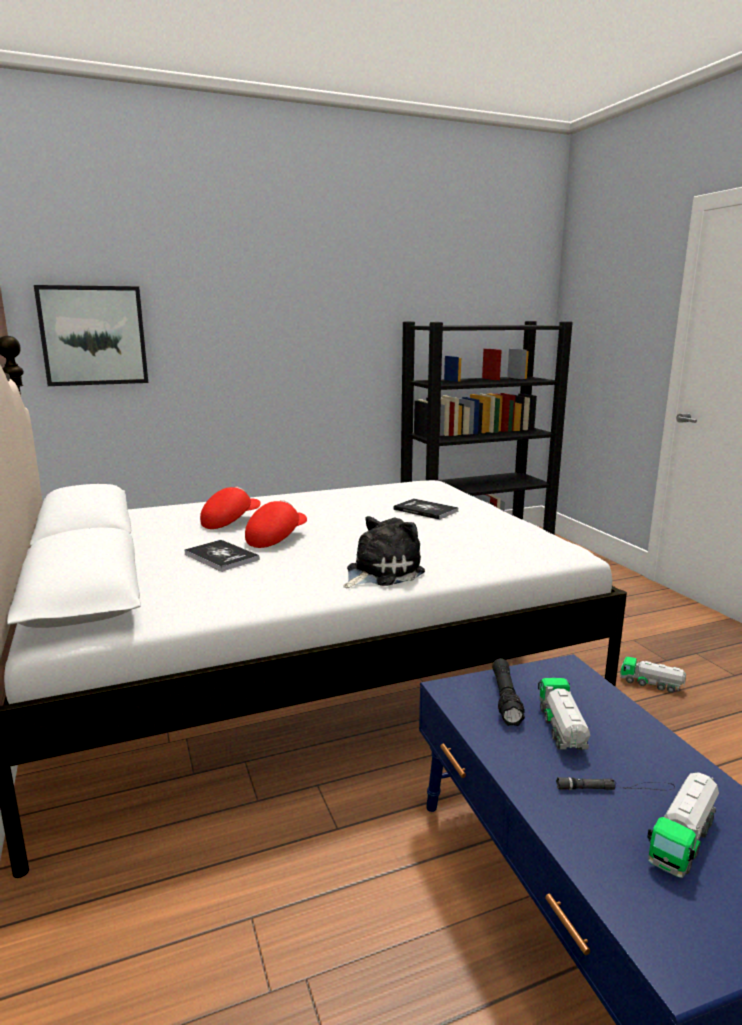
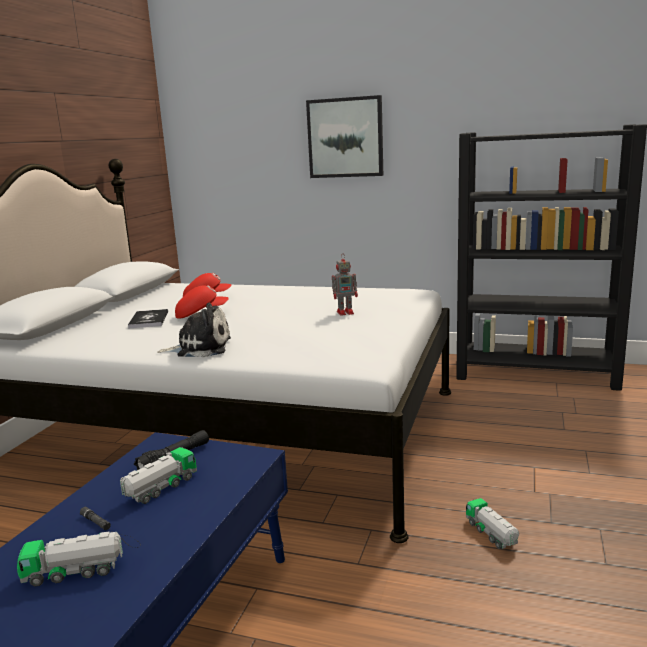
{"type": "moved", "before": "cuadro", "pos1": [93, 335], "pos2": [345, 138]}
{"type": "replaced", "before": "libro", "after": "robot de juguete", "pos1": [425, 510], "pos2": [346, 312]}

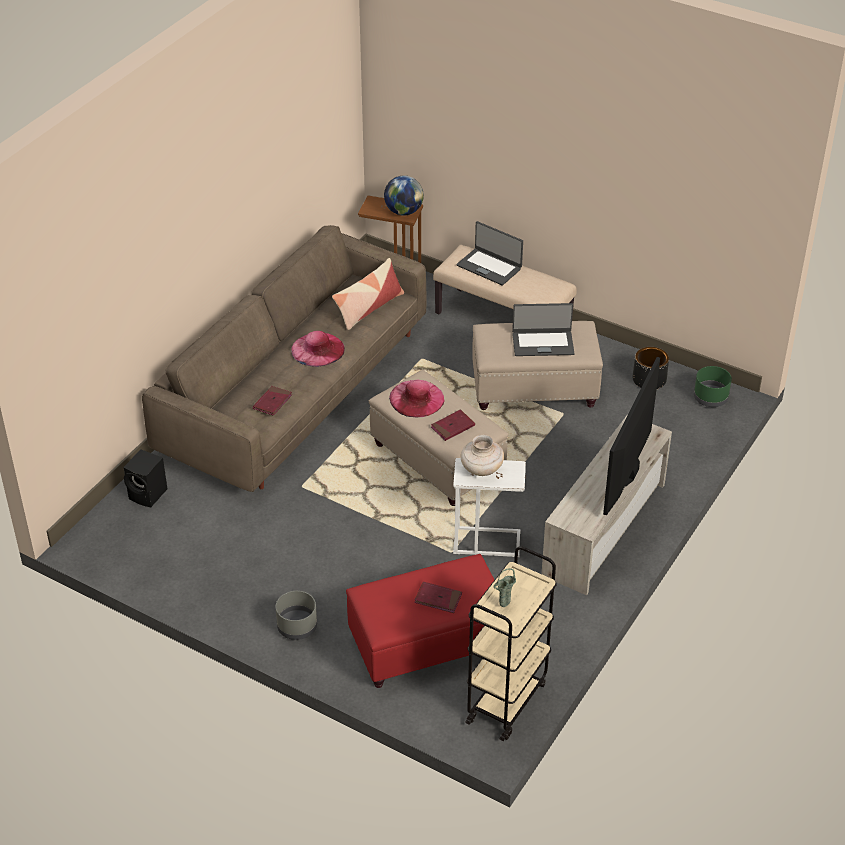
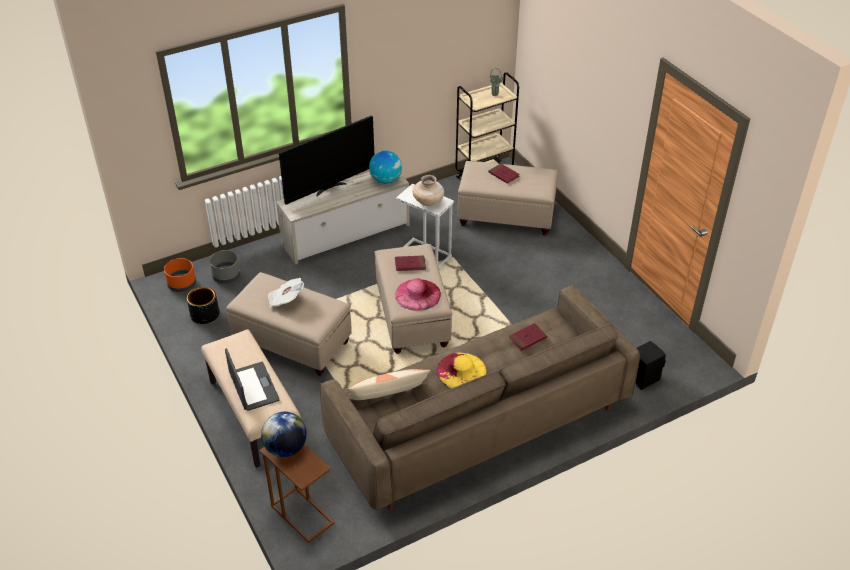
{"type": "moved", "before": "maceta [gris]", "pos1": [296, 627], "pos2": [226, 276]}
{"type": "recoloured", "before": "sombrero [rosa]", "after": "sombrero [amarillo]", "pos1": [317, 349], "pos2": [461, 371]}
{"type": "recoloured", "before": "puf [rojo]", "after": "puf [beis]", "pos1": [428, 644], "pos2": [505, 216]}
{"type": "replaced", "before": "portátil", "after": "periódico", "pos1": [542, 343], "pos2": [285, 300]}
{"type": "recoloured", "before": "maceta [verde]", "after": "maceta [naranja]", "pos1": [711, 398], "pos2": [182, 284]}
{"type": "added", "after": "globo terráqueo", "pos2": [385, 180]}

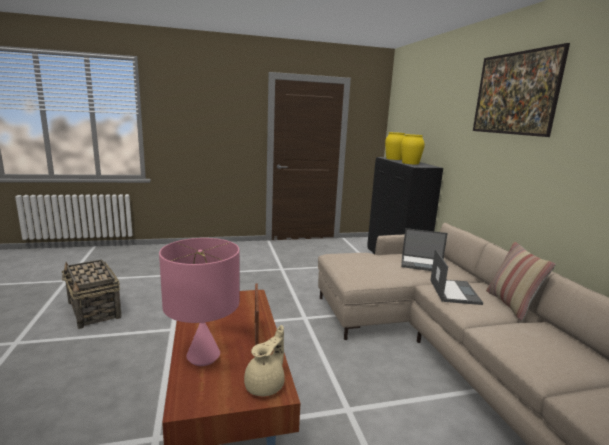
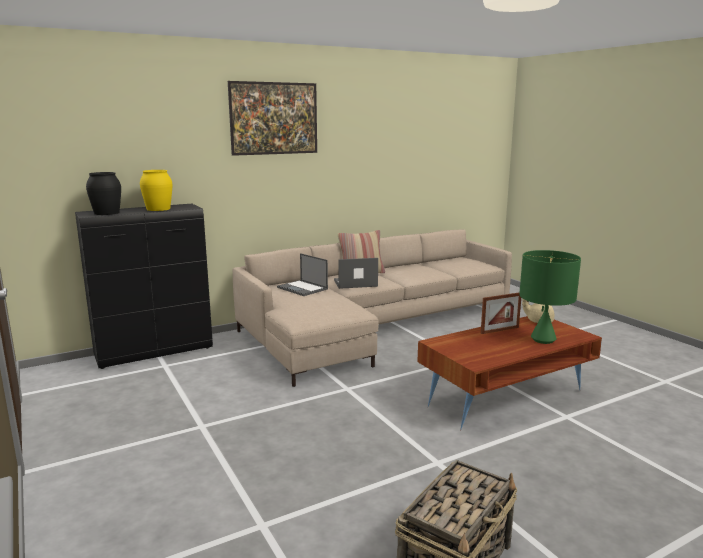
{"type": "recoloured", "before": "lámpara de mesa [rosa]", "after": "lámpara de mesa [verde]", "pos1": [203, 358], "pos2": [543, 340]}
{"type": "recoloured", "before": "florero [amarillo]", "after": "florero [negro]", "pos1": [393, 159], "pos2": [106, 213]}
{"type": "turned", "before": "portátil", "pos1": [423, 264], "pos2": [303, 288], "turn": 135}

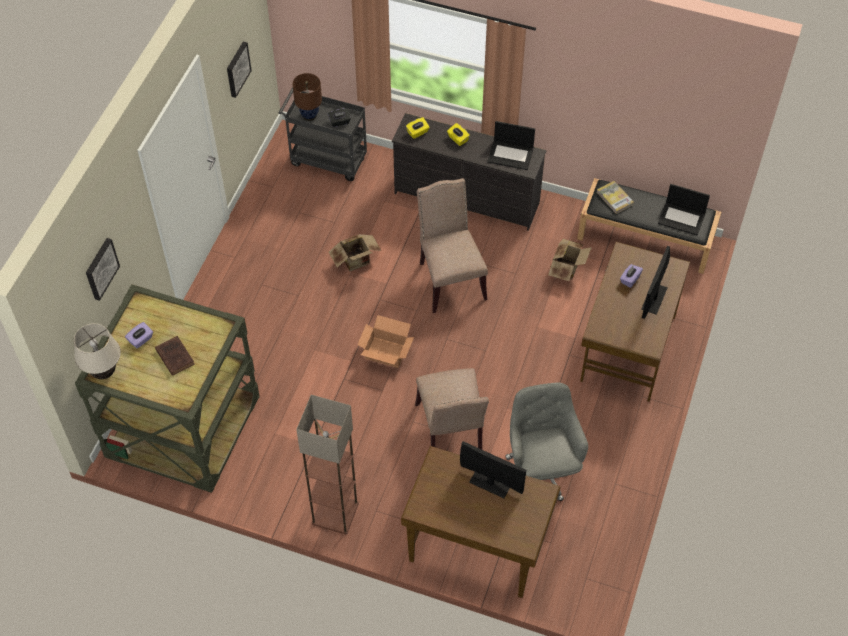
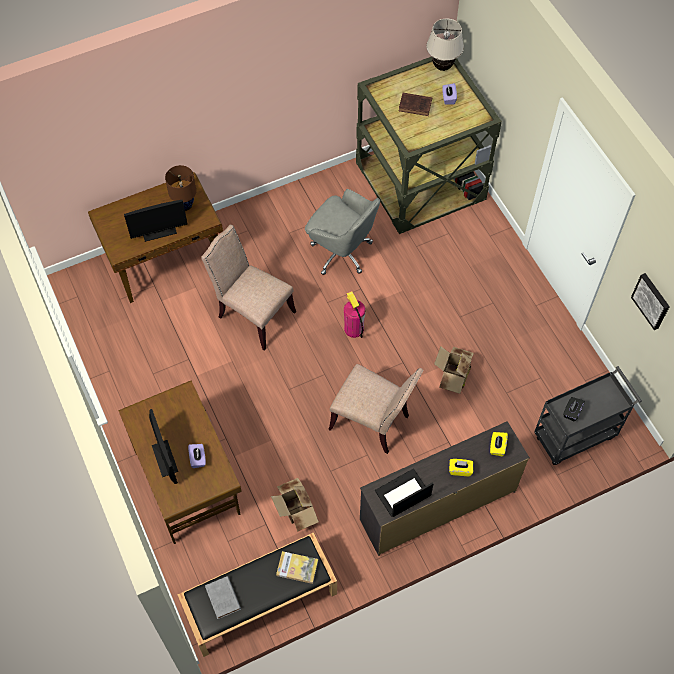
{"type": "removed", "before": "cuadro", "pos1": [100, 268]}
{"type": "moved", "before": "lámpara de mesa [marrón]", "pos1": [309, 115], "pos2": [185, 205]}
{"type": "removed", "before": "lámpara de pie", "pos1": [334, 514]}
{"type": "replaced", "before": "caja de cartón", "after": "extintor", "pos1": [386, 353], "pos2": [354, 329]}
{"type": "moved", "before": "silla de oficina [gris]", "pos1": [542, 471], "pos2": [341, 252]}
{"type": "replaced", "before": "portátil", "after": "libro [gris]", "pos1": [682, 218], "pos2": [223, 599]}

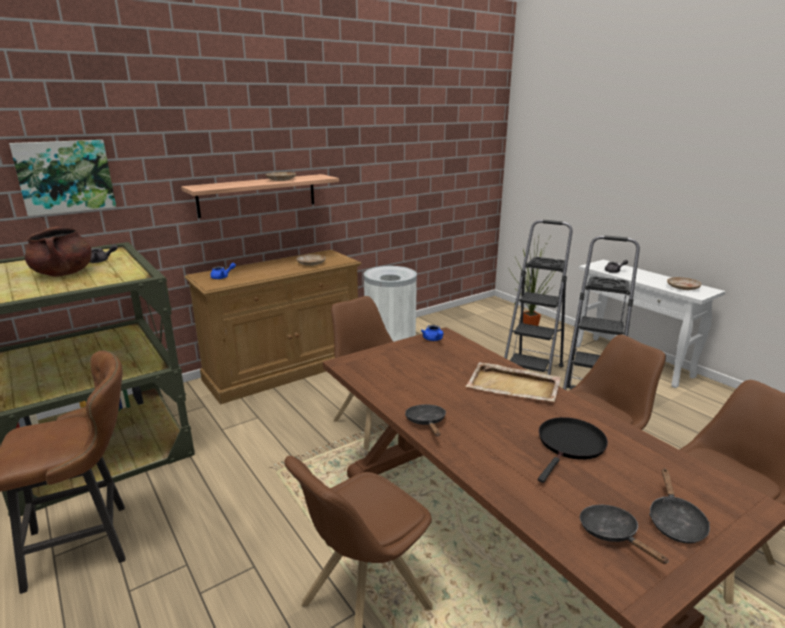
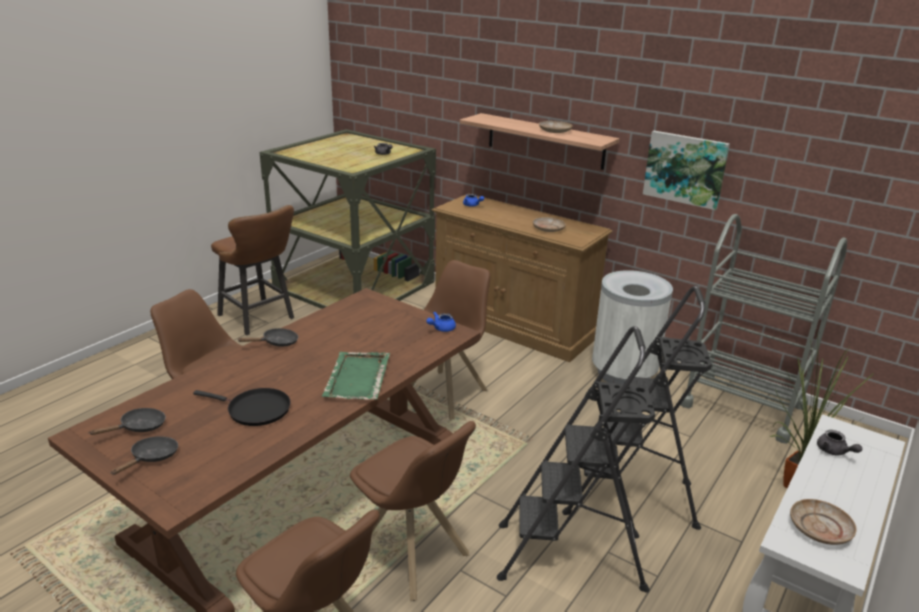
{"type": "moved", "before": "cuadro", "pos1": [65, 176], "pos2": [685, 169]}
{"type": "removed", "before": "olla [marrón]", "pos1": [63, 273]}
{"type": "recoloured", "before": "bandeja [beis]", "after": "bandeja [verde]", "pos1": [514, 385], "pos2": [357, 378]}
{"type": "turned", "before": "sartén [negro]", "pos1": [674, 521], "pos2": [152, 458], "turn": 120}
{"type": "added", "after": "carrito [gris]", "pos2": [742, 405]}

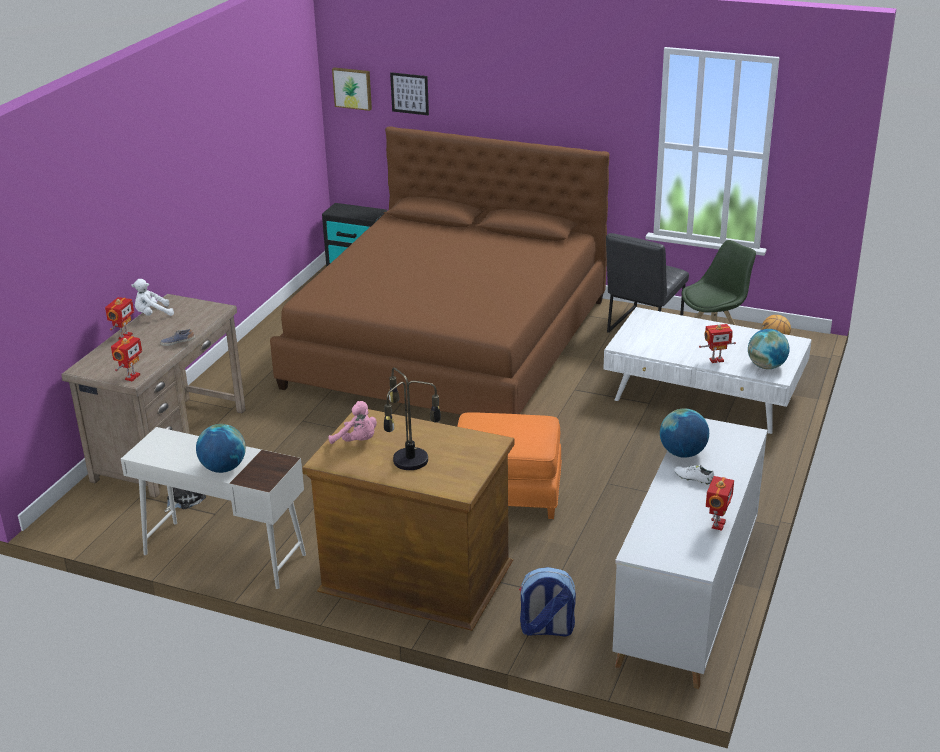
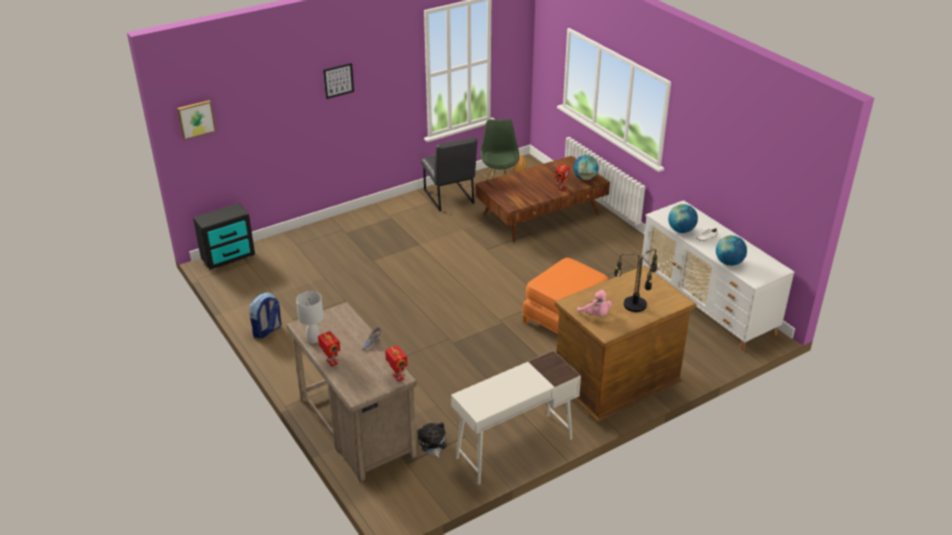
{"type": "replaced", "before": "peluche [blanco]", "after": "lámpara de mesa [blanco]", "pos1": [152, 314], "pos2": [313, 340]}
{"type": "moved", "before": "globo terráqueo", "pos1": [223, 468], "pos2": [729, 263]}
{"type": "removed", "before": "cama [marrón]", "pos1": [449, 342]}
{"type": "turned", "before": "peluche [rosa]", "pos1": [357, 441], "pos2": [596, 315], "turn": 75}
{"type": "moved", "before": "cuadro", "pos1": [409, 93], "pos2": [338, 80]}
{"type": "moved", "before": "mochila", "pos1": [546, 629], "pos2": [267, 331]}
{"type": "recoloured", "before": "mesa de centro [blanco]", "after": "mesa de centro [marrón]", "pos1": [704, 394], "pos2": [541, 214]}
{"type": "removed", "before": "robot de juguete", "pos1": [717, 524]}

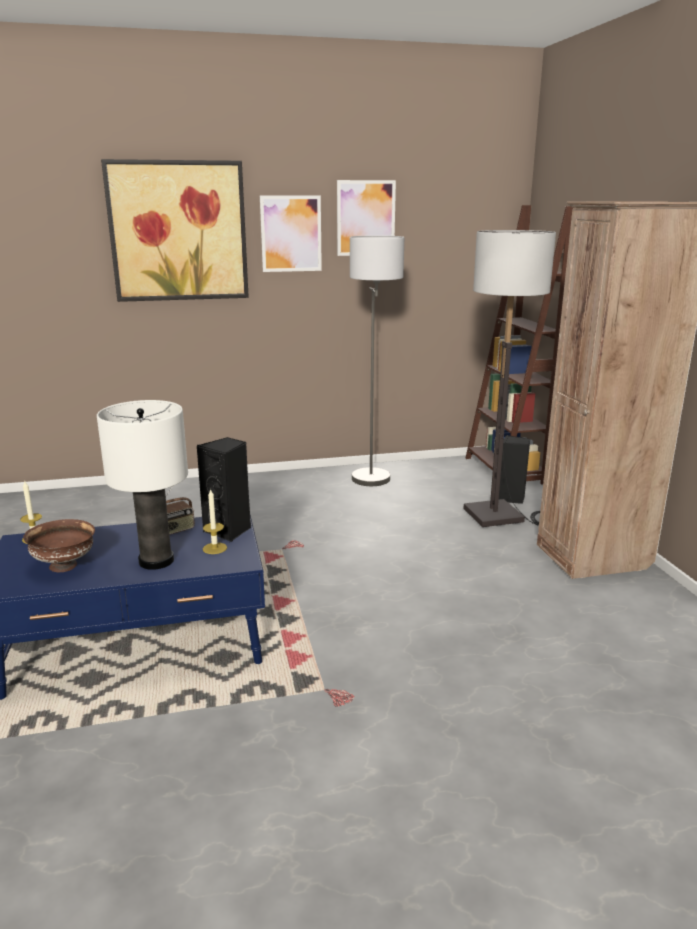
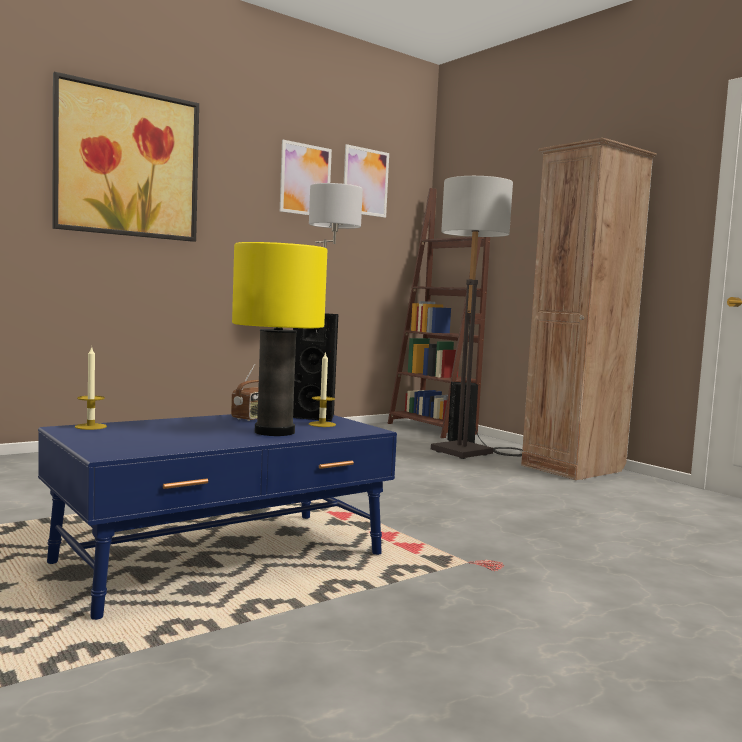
{"type": "removed", "before": "cuenco [marrón]", "pos1": [65, 565]}
{"type": "recoloured", "before": "lámpara de mesa [blanco]", "after": "lámpara de mesa [amarillo]", "pos1": [156, 561], "pos2": [274, 432]}
{"type": "moved", "before": "cuadro", "pos1": [291, 234], "pos2": [365, 182]}

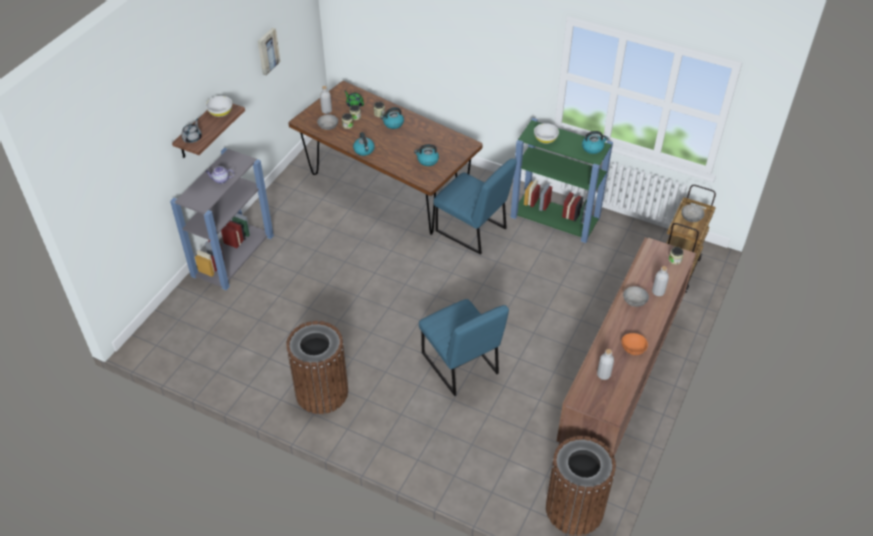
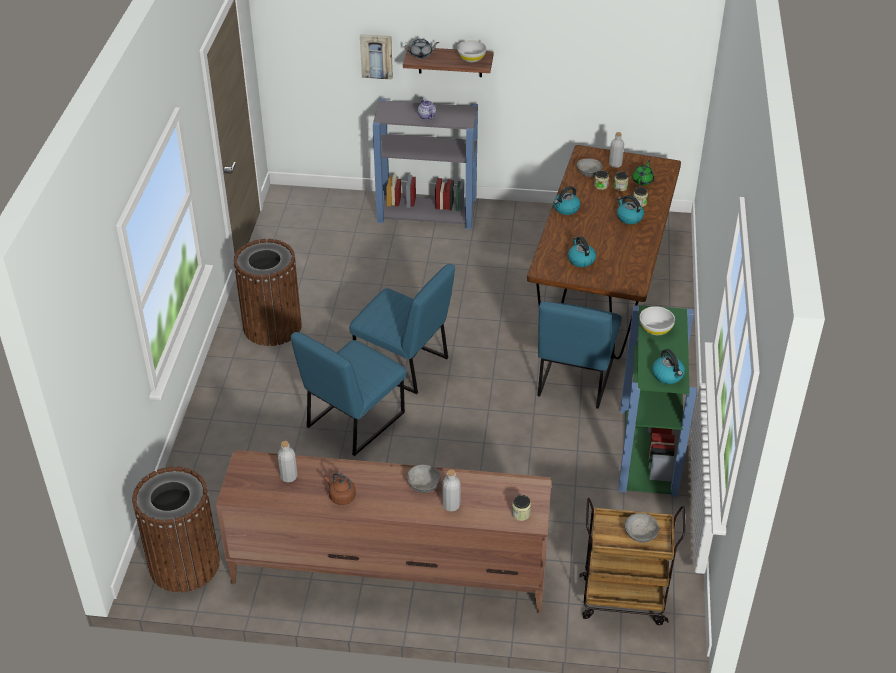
{"type": "moved", "before": "cuadro", "pos1": [267, 51], "pos2": [376, 55]}
{"type": "replaced", "before": "cuenco [naranja]", "after": "hervidor [marrón]", "pos1": [633, 349], "pos2": [341, 497]}
{"type": "added", "after": "silla [azul]", "pos2": [403, 364]}

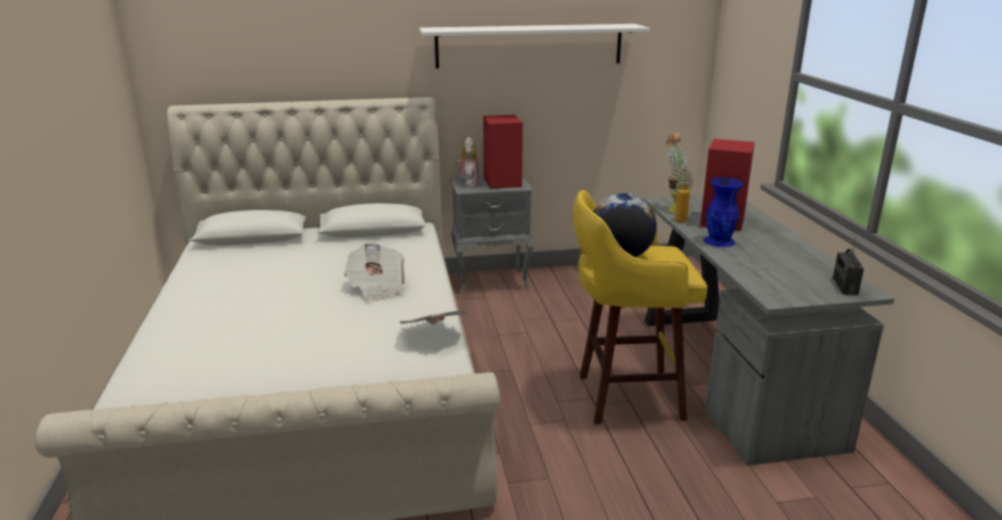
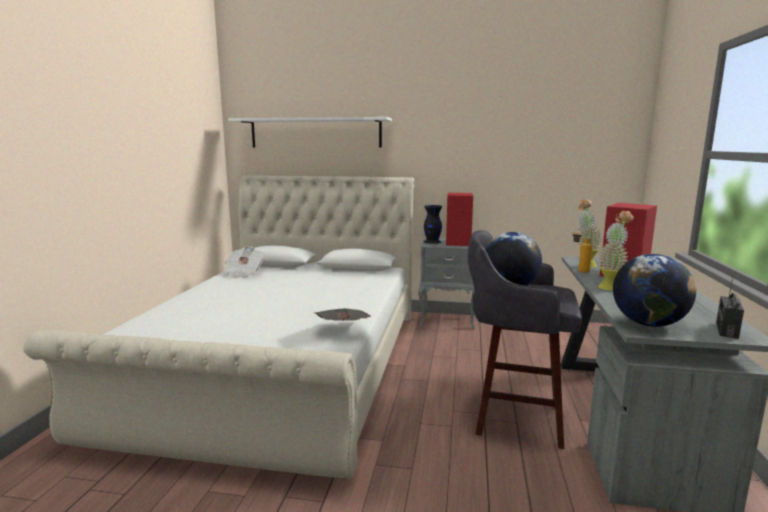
{"type": "moved", "before": "periódico", "pos1": [376, 288], "pos2": [244, 273]}
{"type": "moved", "before": "estante [blanco]", "pos1": [529, 45], "pos2": [315, 133]}
{"type": "replaced", "before": "peluche", "after": "florero [negro]", "pos1": [468, 184], "pos2": [432, 242]}
{"type": "recoloured", "before": "taburete [amarillo]", "after": "taburete [gris]", "pos1": [624, 397], "pos2": [513, 419]}
{"type": "replaced", "before": "florero [azul]", "after": "planta en maceta", "pos1": [719, 241], "pos2": [611, 286]}
{"type": "added", "after": "globo terráqueo", "pos2": [648, 324]}

